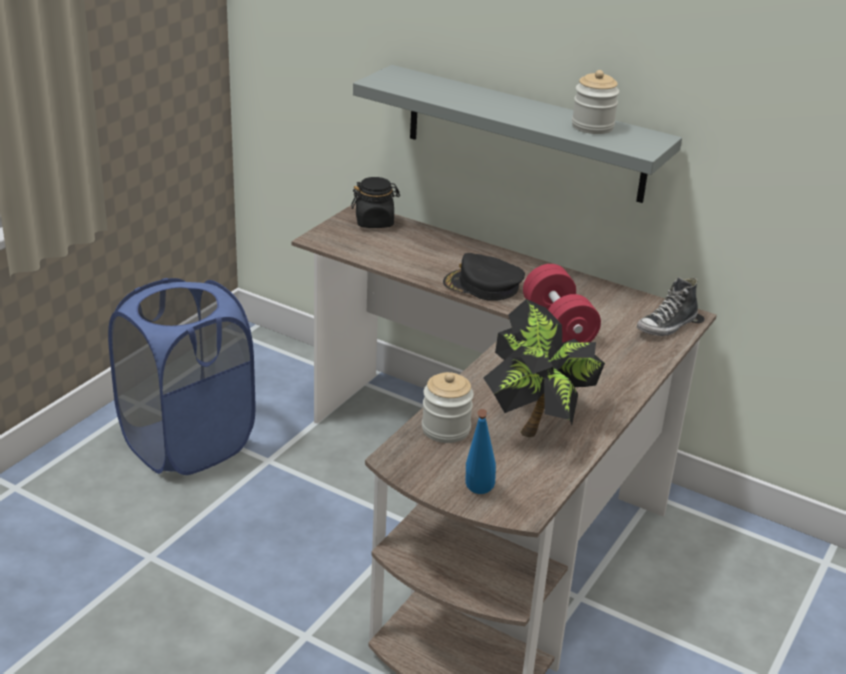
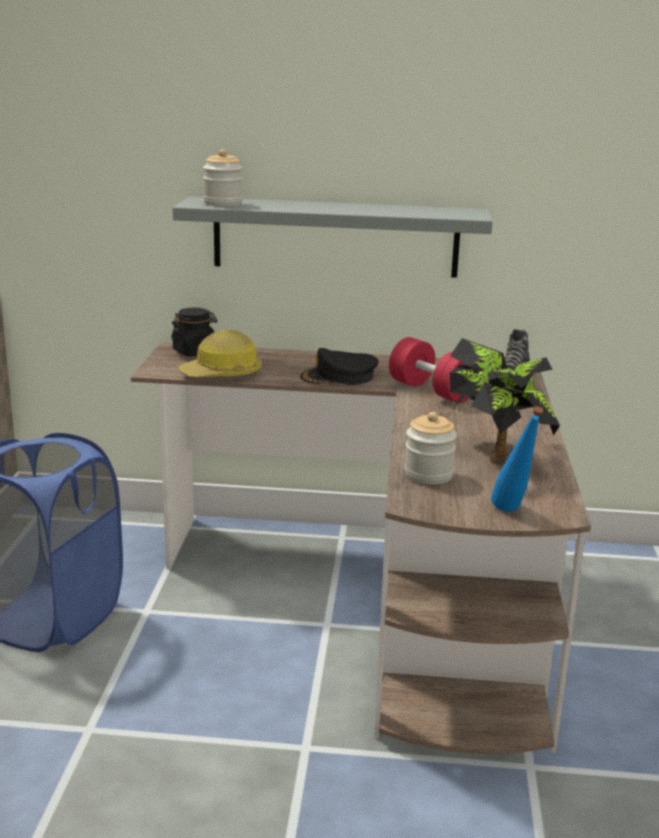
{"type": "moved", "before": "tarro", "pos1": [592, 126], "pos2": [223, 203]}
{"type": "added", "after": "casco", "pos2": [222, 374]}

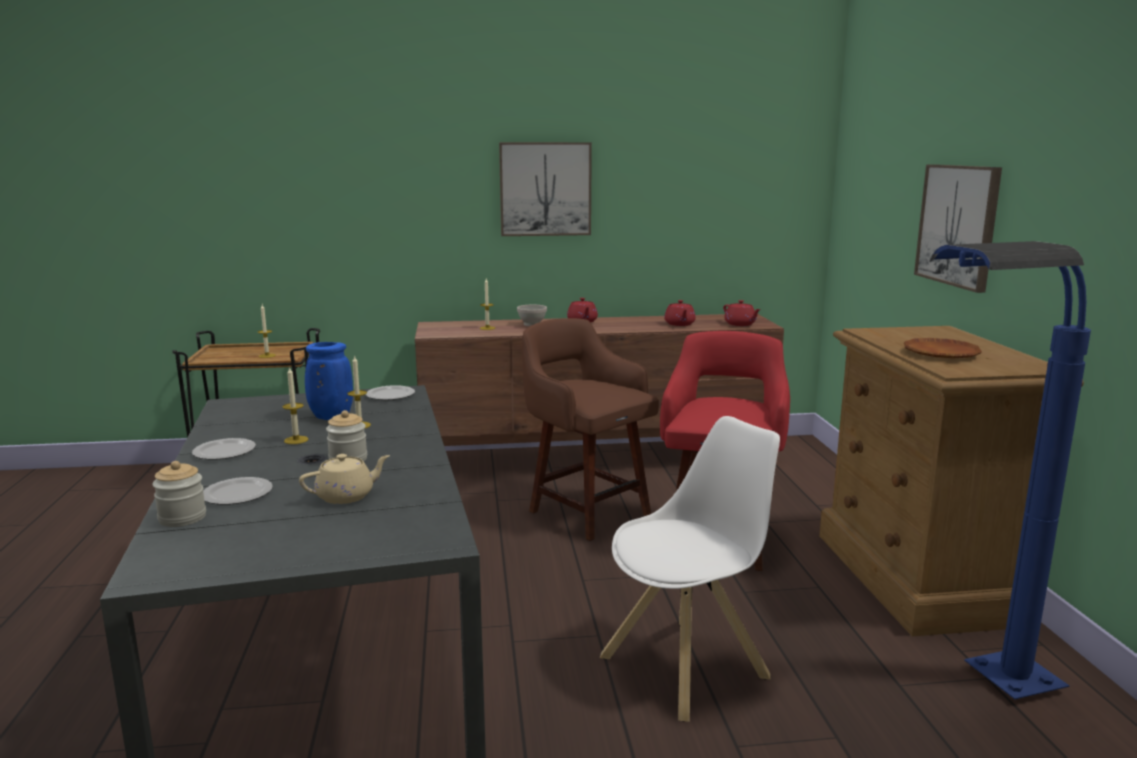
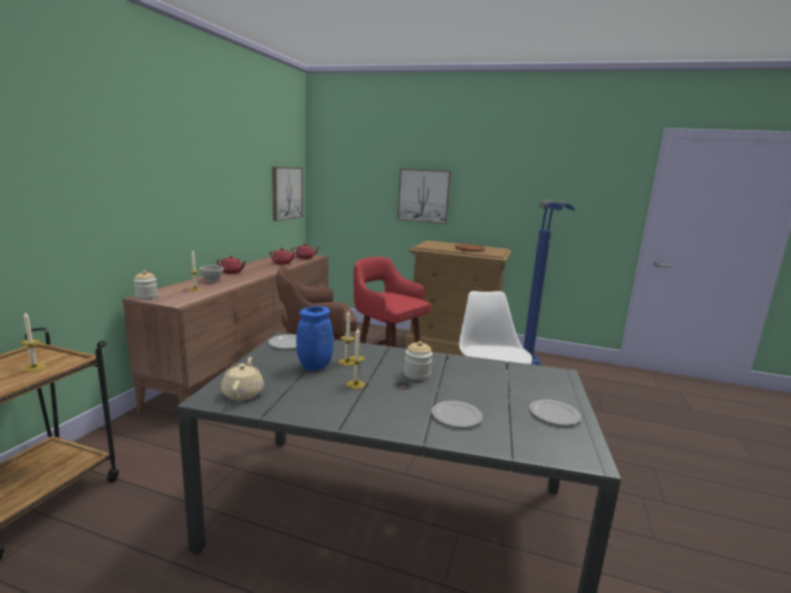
{"type": "moved", "before": "tarro", "pos1": [182, 518], "pos2": [146, 297]}
{"type": "moved", "before": "plato", "pos1": [223, 452], "pos2": [555, 414]}
{"type": "moved", "before": "tetera [beis]", "pos1": [346, 496], "pos2": [243, 393]}
{"type": "moved", "before": "cuadro", "pos1": [545, 189], "pos2": [286, 193]}

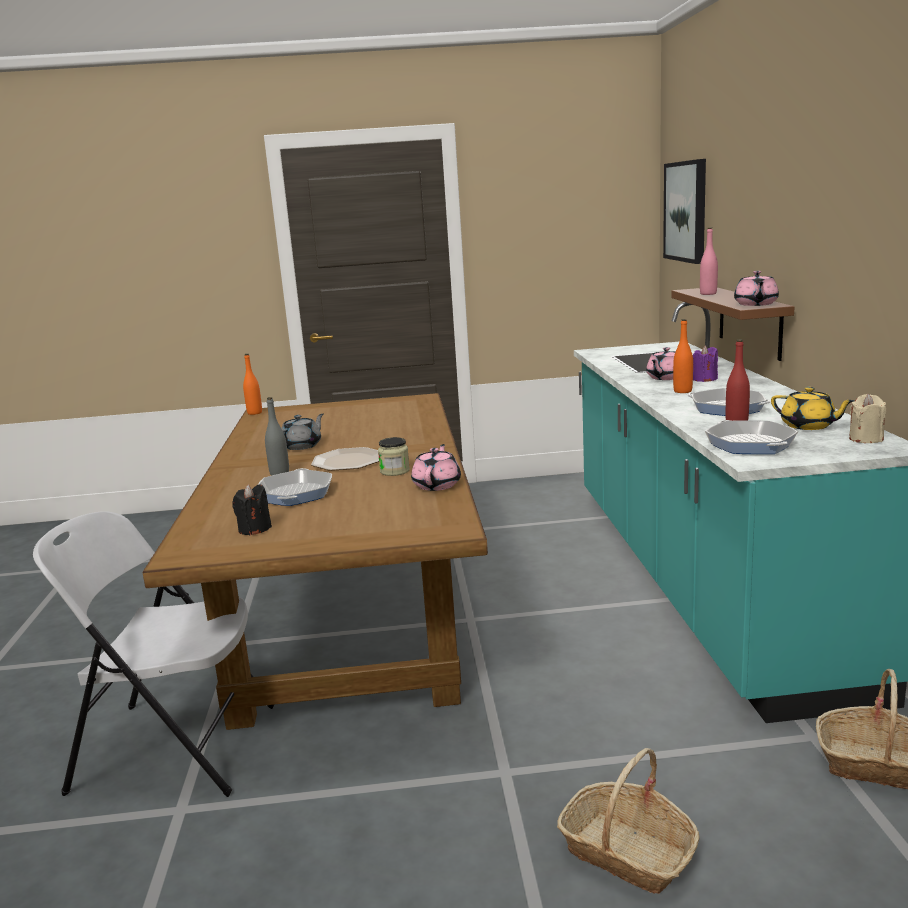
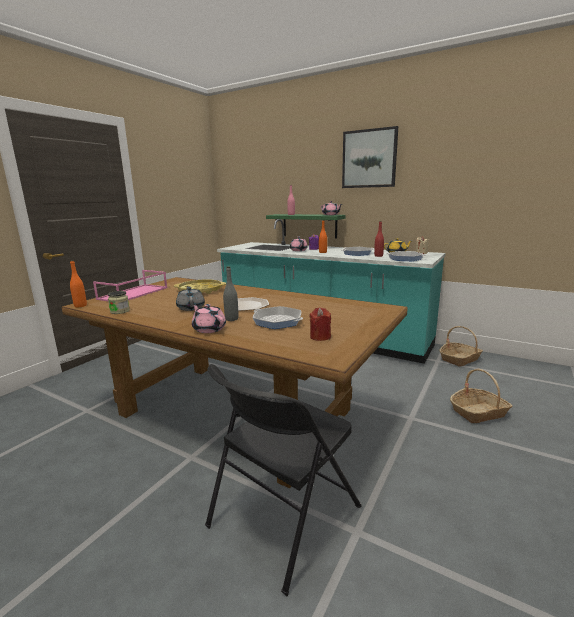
{"type": "recoloured", "before": "silla [blanco]", "after": "silla [negro]", "pos1": [176, 746], "pos2": [284, 516]}
{"type": "recoloured", "before": "vela [negro]", "after": "vela [rojo]", "pos1": [254, 529], "pos2": [320, 337]}
{"type": "moved", "before": "tarro", "pos1": [394, 471], "pos2": [120, 311]}
{"type": "moved", "before": "tetera [rosa]", "pos1": [437, 485], "pos2": [209, 329]}
{"type": "moved", "before": "cuadro", "pos1": [686, 211], "pos2": [369, 159]}
{"type": "recoloured", "before": "estante [marrón]", "after": "estante [verde]", "pos1": [749, 322], "pos2": [309, 225]}
{"type": "added", "after": "bandeja [rosa]", "pos2": [133, 293]}
{"type": "added", "after": "bandeja [amarillo]", "pos2": [200, 290]}

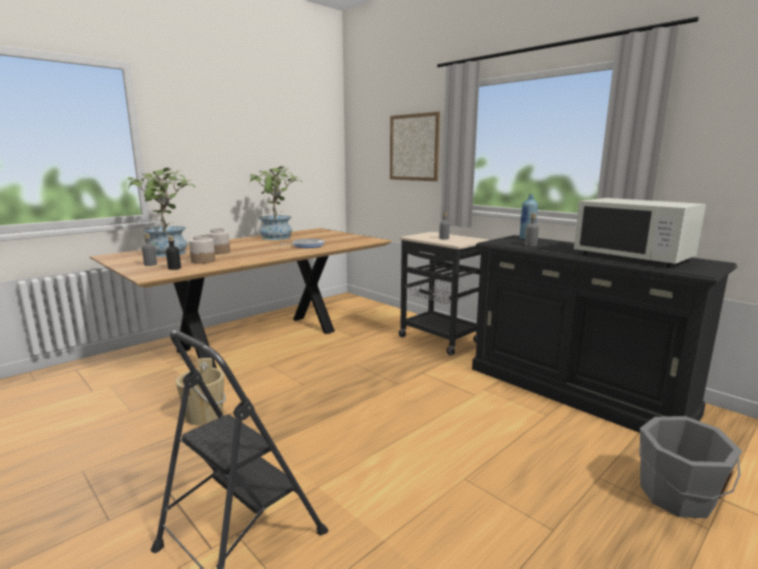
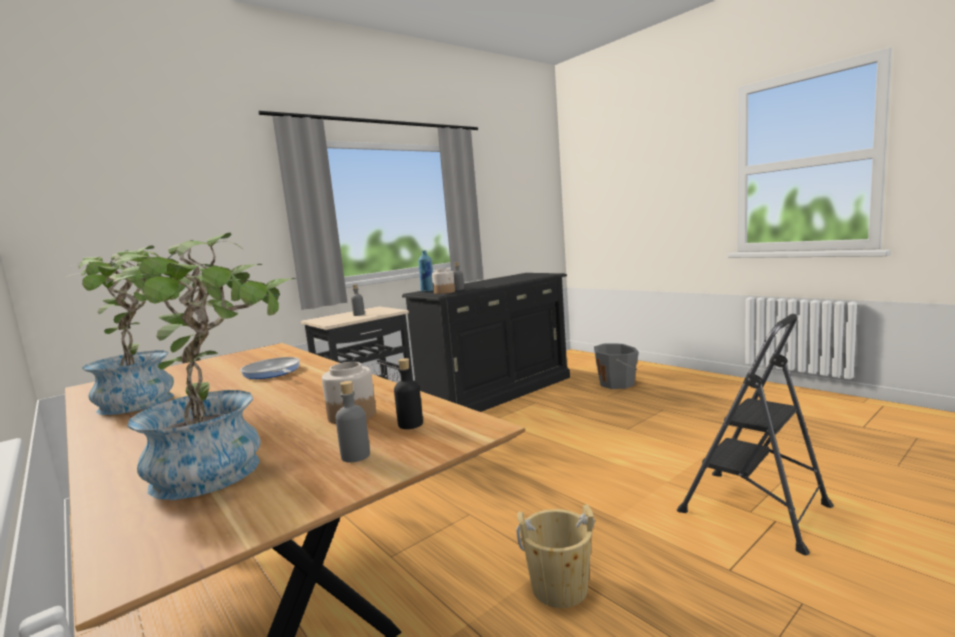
{"type": "moved", "before": "tarro", "pos1": [219, 252], "pos2": [444, 292]}
{"type": "removed", "before": "cuadro", "pos1": [414, 146]}
{"type": "removed", "before": "microondas [blanco]", "pos1": [633, 257]}

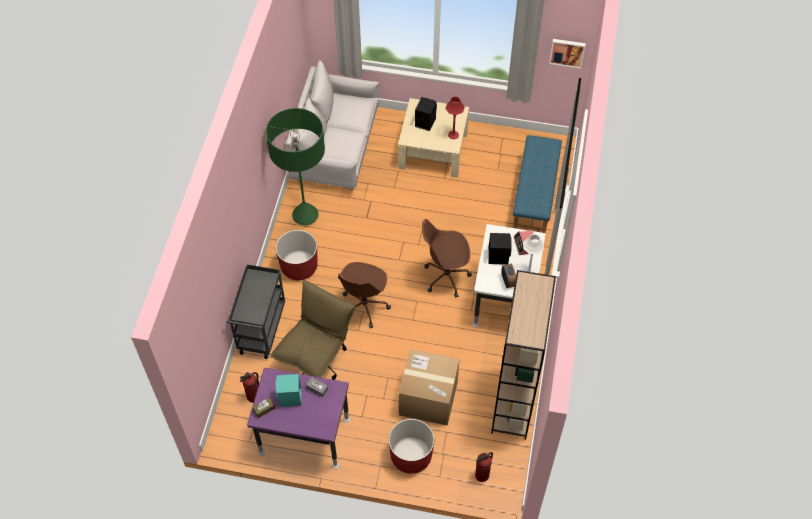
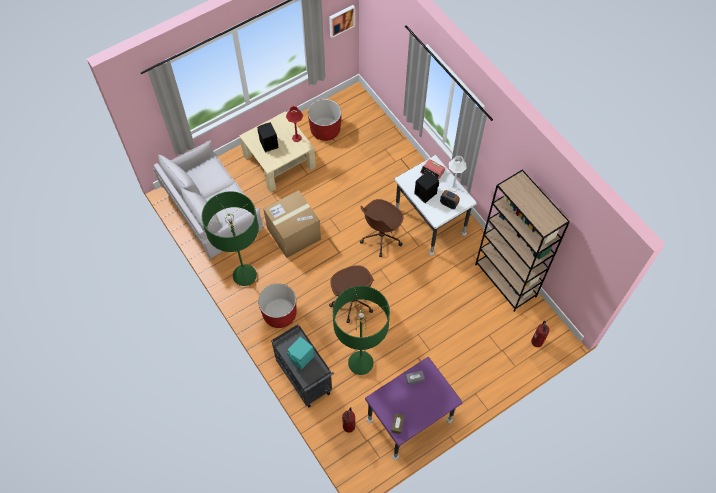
{"type": "replaced", "before": "silla de oficina [beis]", "after": "lámpara de pie [verde]", "pos1": [316, 359], "pos2": [360, 364]}
{"type": "moved", "before": "altavoz [turquesa]", "pos1": [290, 398], "pos2": [302, 358]}
{"type": "moved", "before": "maceta [rojo]", "pos1": [411, 456], "pos2": [325, 130]}
{"type": "moved", "before": "caja de cartón", "pos1": [428, 398], "pos2": [294, 234]}
{"type": "removed", "before": "banco [azul]", "pos1": [535, 196]}

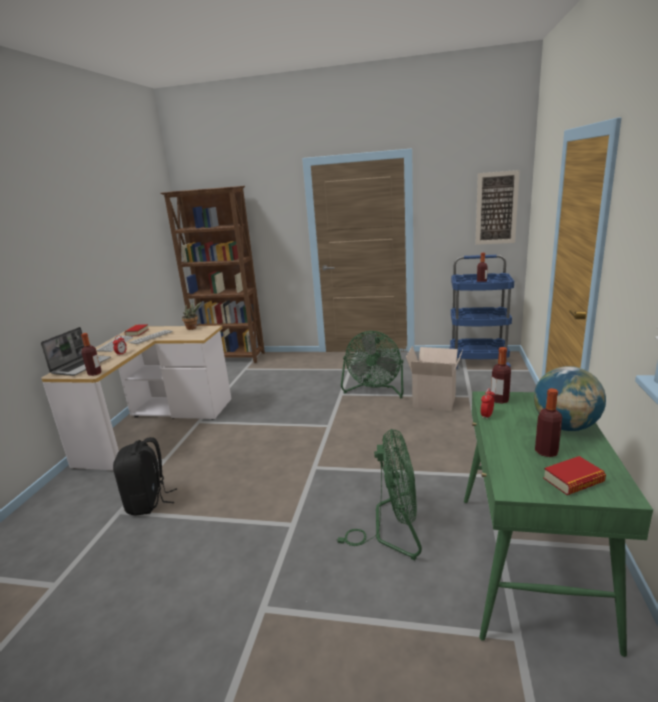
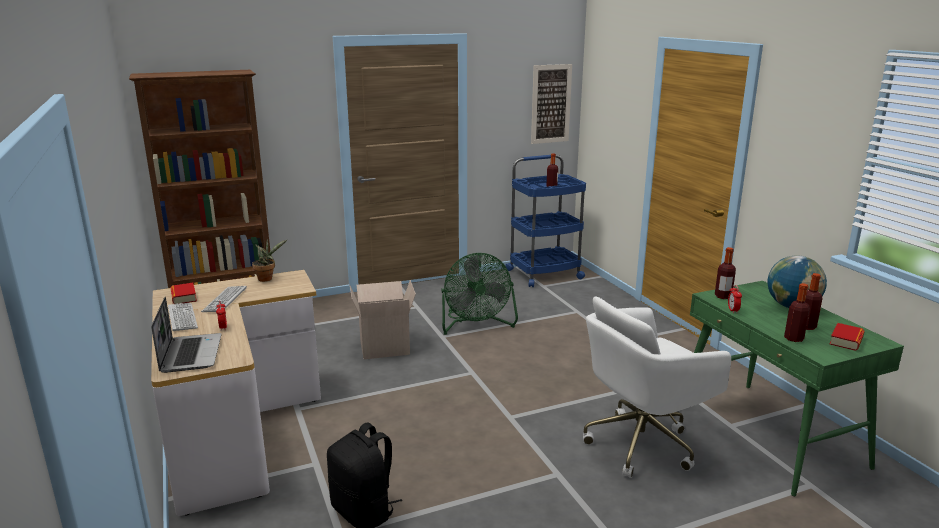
{"type": "moved", "before": "botella", "pos1": [95, 373], "pos2": [793, 338]}
{"type": "replaced", "before": "ventilador [verde]", "after": "silla de oficina [blanco]", "pos1": [391, 526], "pos2": [643, 444]}
{"type": "moved", "before": "caja de cartón", "pos1": [435, 401], "pos2": [385, 347]}

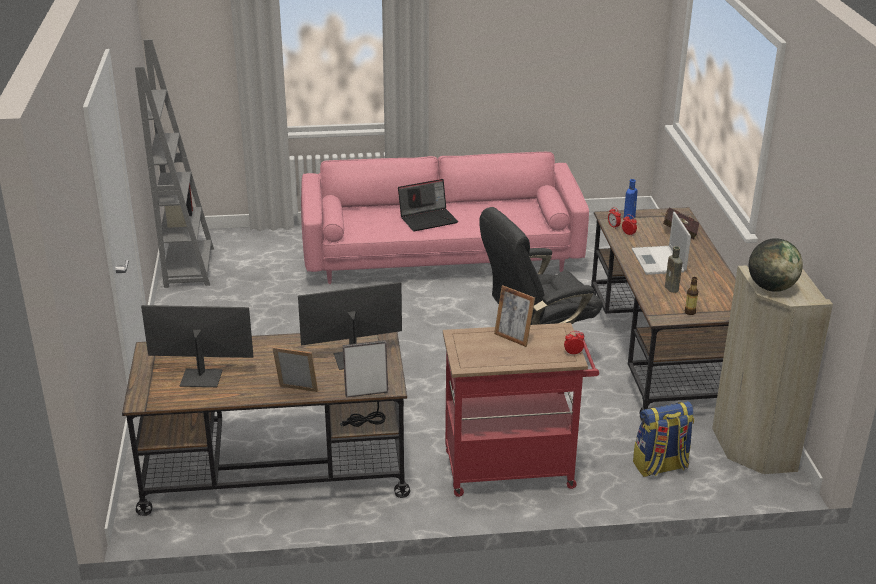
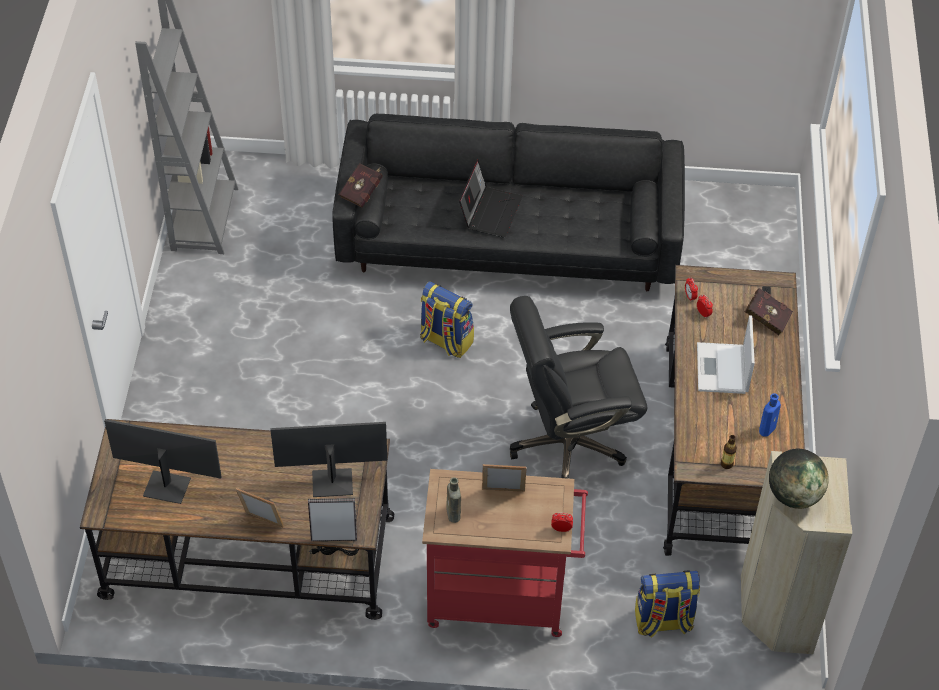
{"type": "recoloured", "before": "sofá [rosa]", "after": "sofá [negro]", "pos1": [441, 255], "pos2": [509, 239]}
{"type": "turned", "before": "portátil", "pos1": [428, 219], "pos2": [490, 211], "turn": -60}
{"type": "turned", "before": "portarretratos", "pos1": [513, 338], "pos2": [503, 494], "turn": 135}
{"type": "moved", "before": "botella [azul]", "pos1": [629, 217], "pos2": [767, 428]}
{"type": "moved", "before": "botella [marrón]", "pos1": [672, 289], "pos2": [453, 515]}
{"type": "added", "after": "libro [rojo]", "pos2": [363, 192]}
{"type": "added", "after": "mochila", "pos2": [445, 341]}

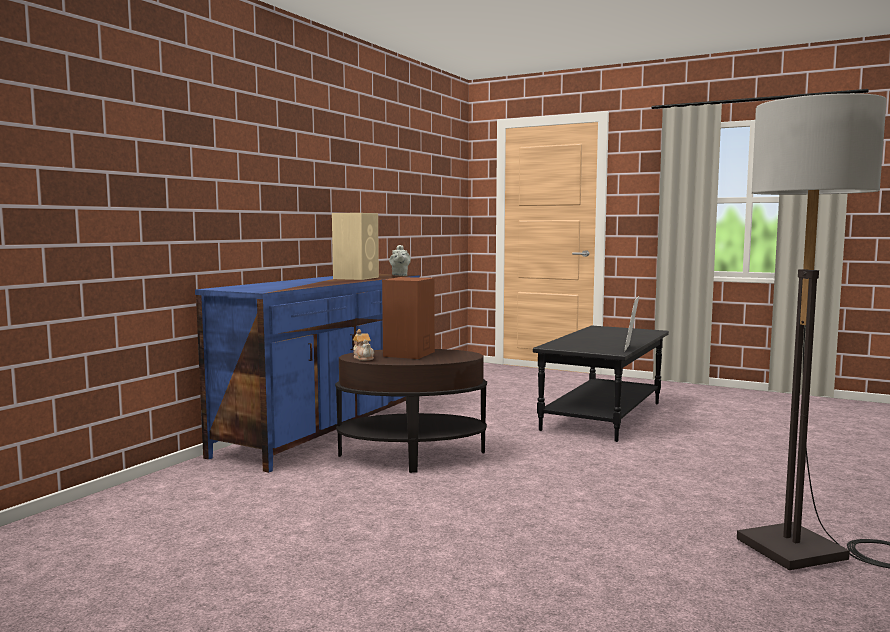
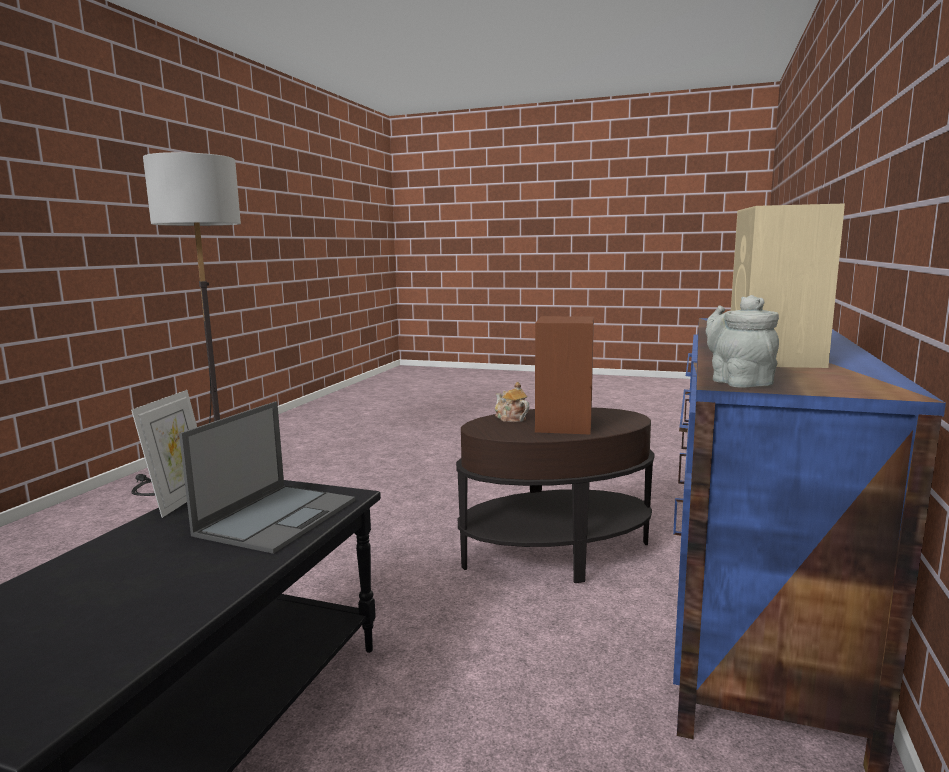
{"type": "moved", "before": "tetera", "pos1": [363, 358], "pos2": [510, 418]}
{"type": "added", "after": "portátil", "pos2": [278, 517]}

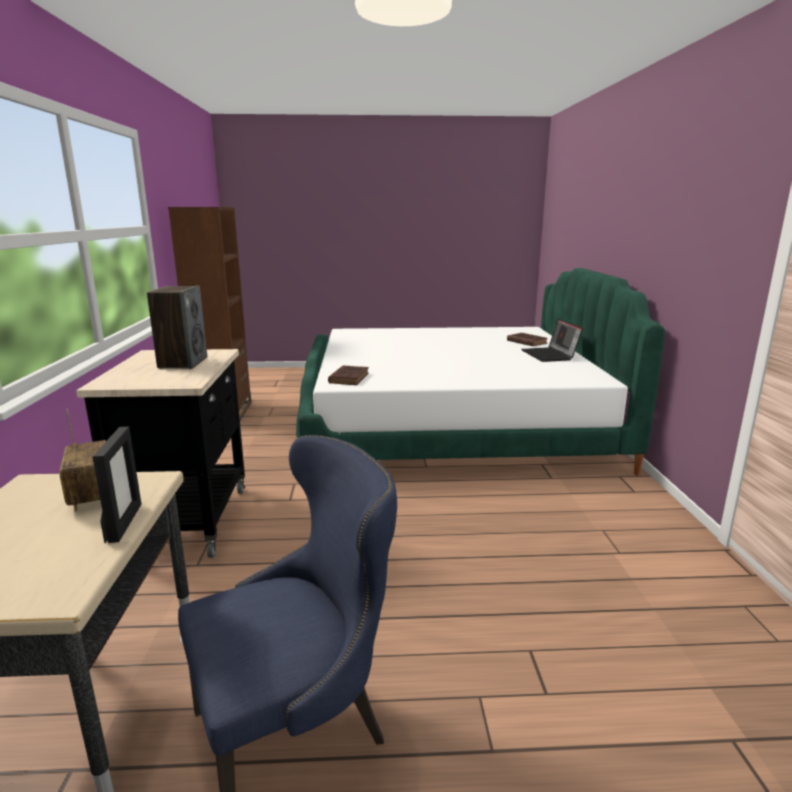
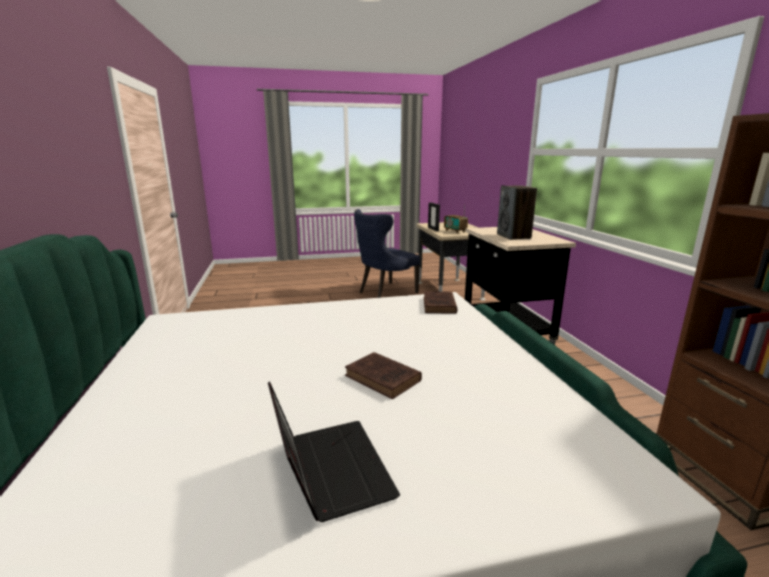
{"type": "moved", "before": "libro [marrón]", "pos1": [526, 342], "pos2": [384, 379]}
{"type": "moved", "before": "portátil", "pos1": [550, 355], "pos2": [329, 469]}

